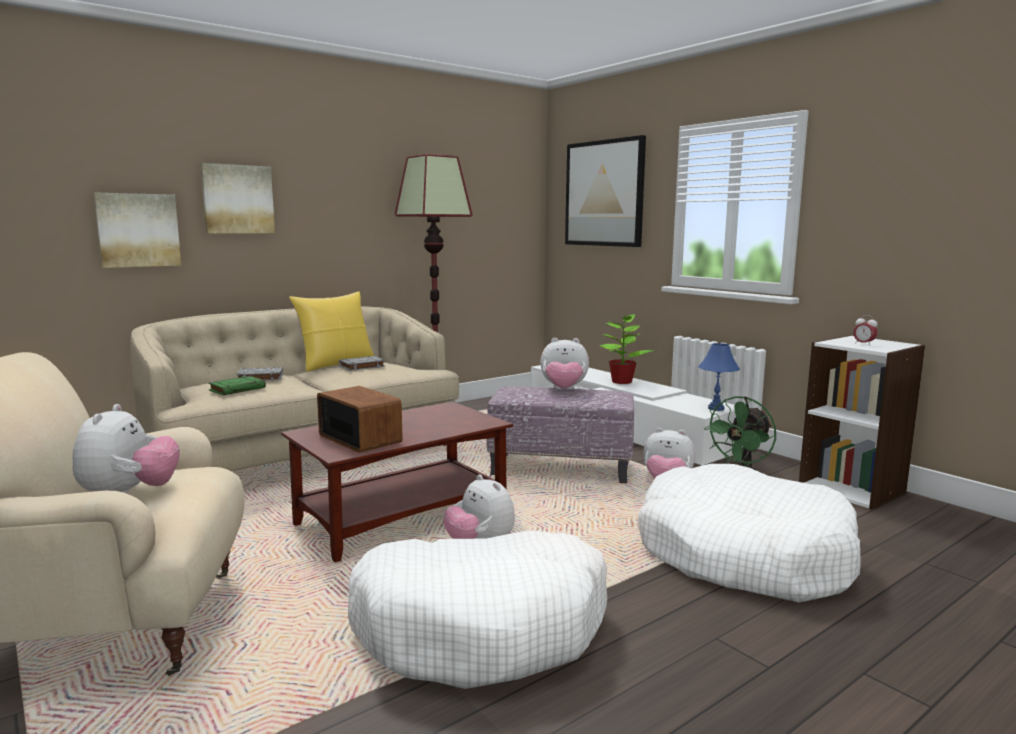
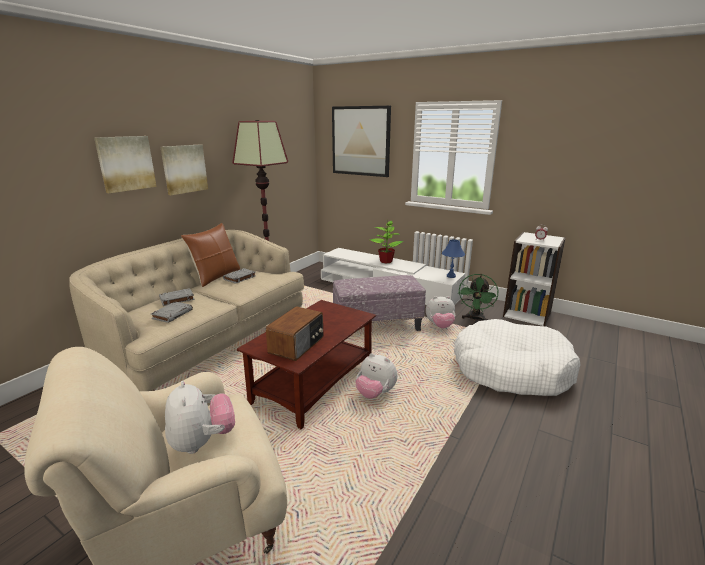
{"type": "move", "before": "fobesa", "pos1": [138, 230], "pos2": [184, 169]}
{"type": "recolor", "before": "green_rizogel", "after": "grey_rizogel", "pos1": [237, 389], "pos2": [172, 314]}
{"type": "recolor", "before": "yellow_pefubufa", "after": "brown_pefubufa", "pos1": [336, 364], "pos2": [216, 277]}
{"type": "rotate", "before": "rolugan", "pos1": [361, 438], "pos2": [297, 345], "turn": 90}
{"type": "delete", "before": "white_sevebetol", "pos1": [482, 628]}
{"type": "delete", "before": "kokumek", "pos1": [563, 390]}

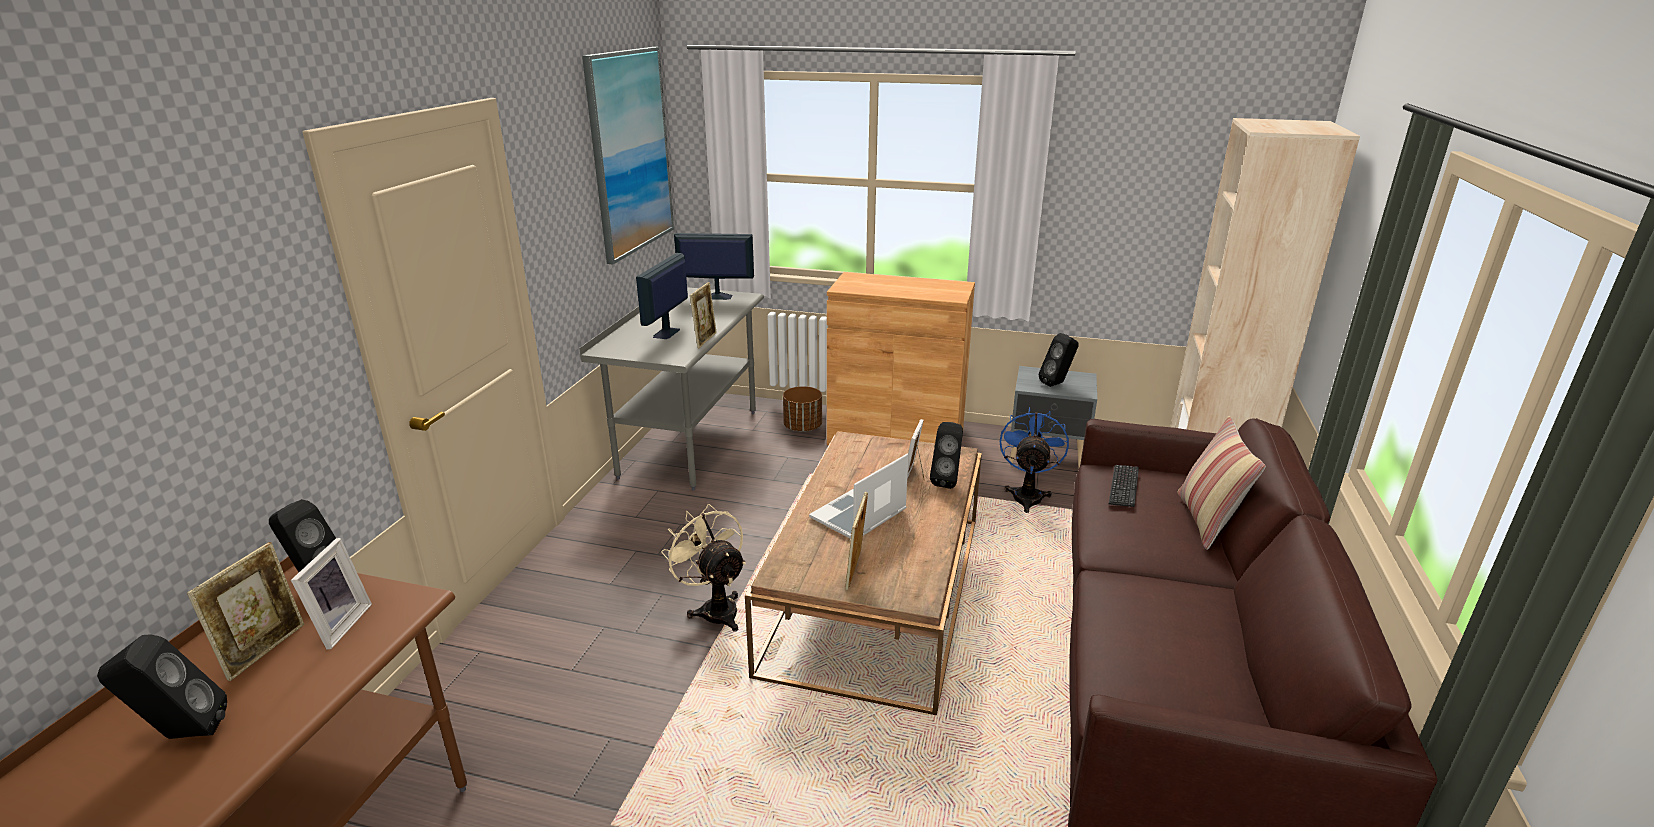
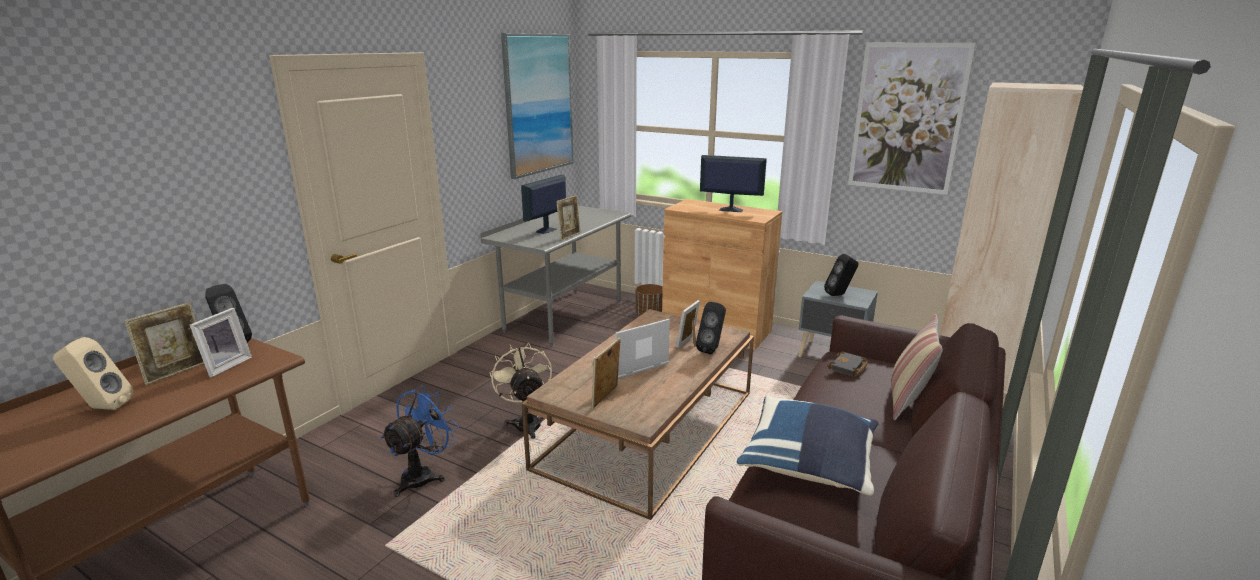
{"type": "recolor", "before": "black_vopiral", "after": "beige_vopiral", "pos1": [182, 734], "pos2": [101, 408]}
{"type": "move", "before": "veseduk", "pos1": [717, 297], "pos2": [730, 210]}
{"type": "move", "before": "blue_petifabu", "pos1": [1027, 495], "pos2": [423, 475]}
{"type": "replace", "before": "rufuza", "after": "black_rizogel", "pos1": [1123, 487], "pos2": [848, 368]}
{"type": "insert", "after": "blue_pefubufa", "pos2": [809, 464]}
{"type": "insert", "after": "fobesa", "pos2": [907, 118]}

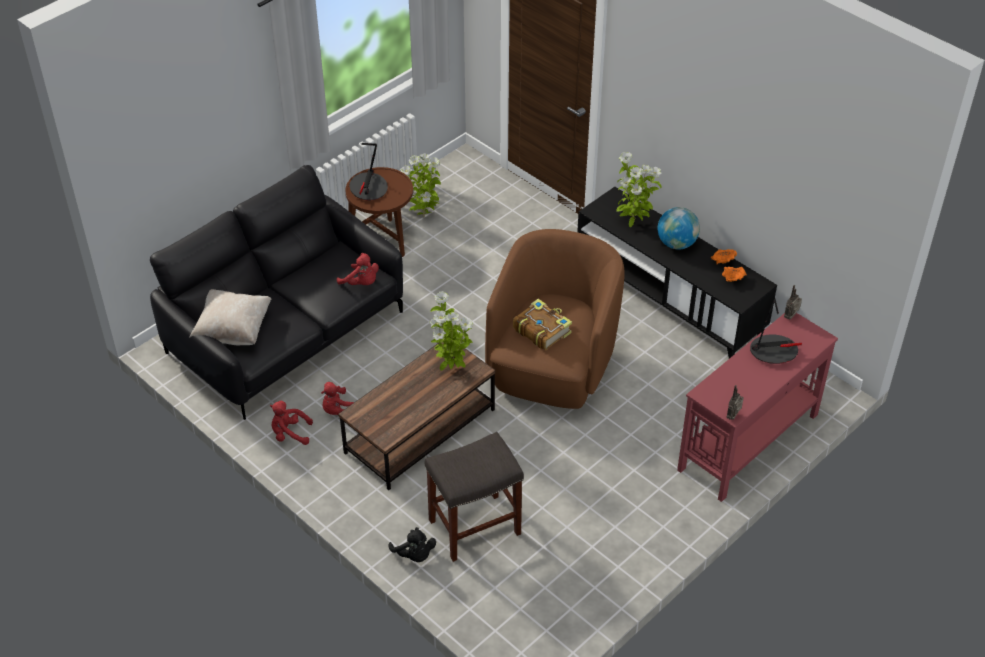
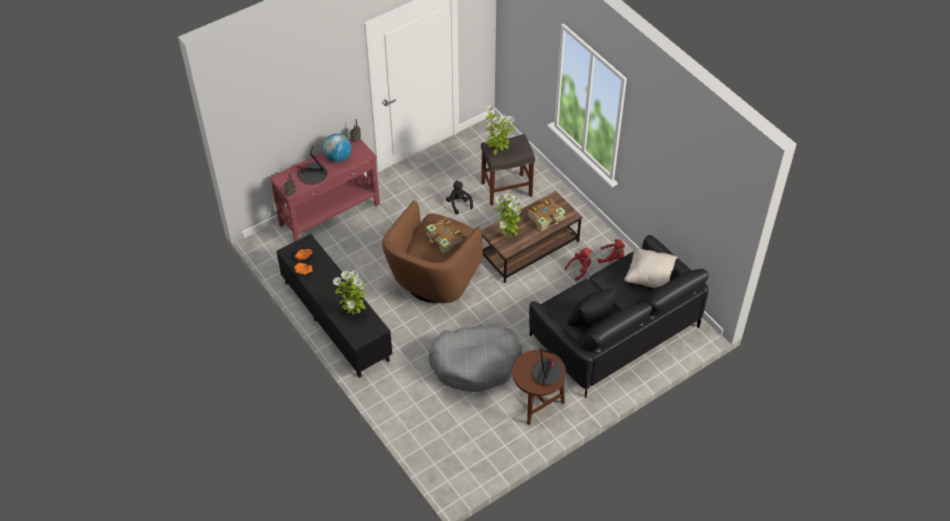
{"type": "delete", "before": "red_kokumek", "pos1": [361, 283]}
{"type": "move", "before": "black_kokumek", "pos1": [414, 555], "pos2": [458, 204]}
{"type": "move", "before": "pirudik", "pos1": [424, 216], "pos2": [497, 151]}
{"type": "move", "before": "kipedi", "pos1": [676, 244], "pos2": [338, 158]}
{"type": "insert", "after": "grey_sevebetol", "pos2": [475, 363]}
{"type": "insert", "after": "rizogel", "pos2": [546, 218]}
{"type": "insert", "after": "black_pefubufa", "pos2": [591, 321]}

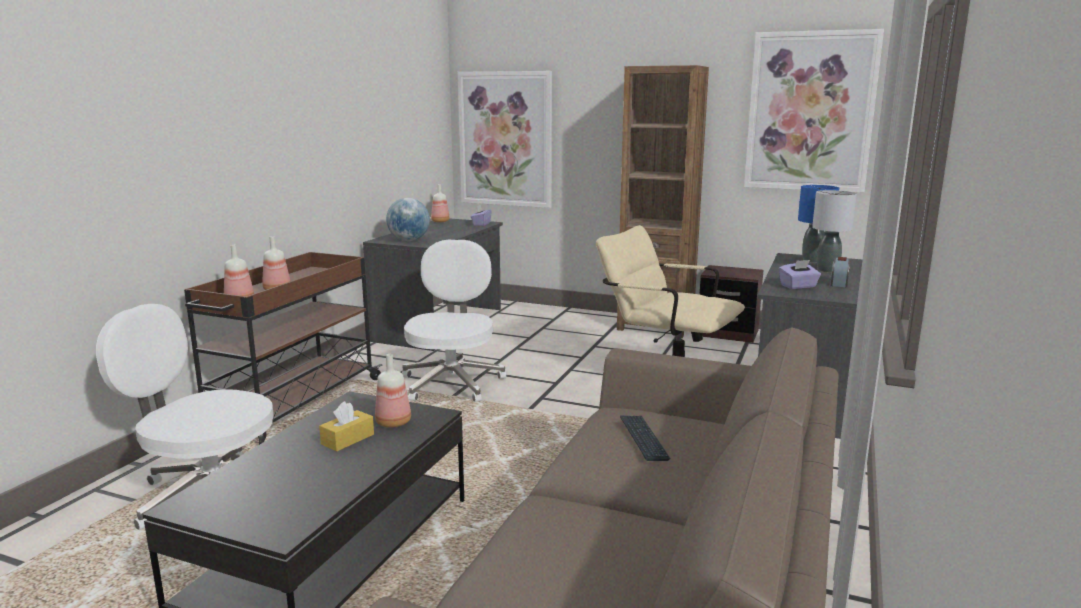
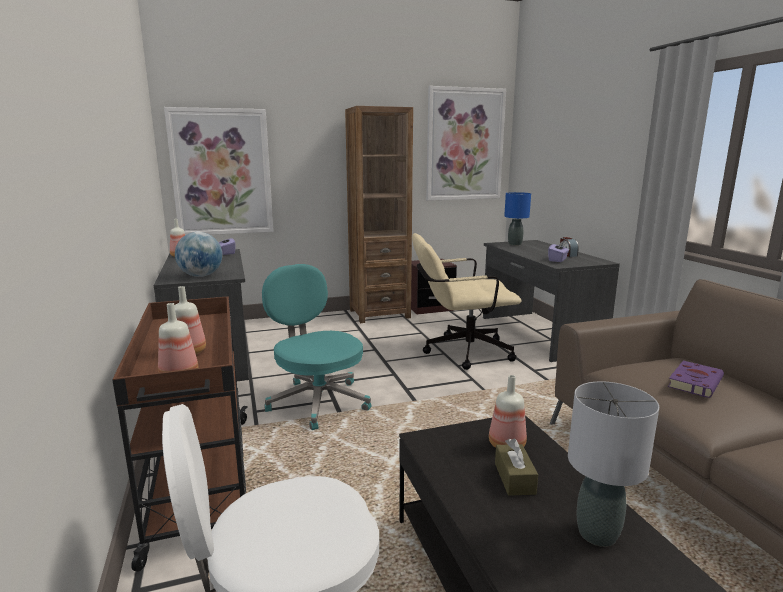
{"type": "recolor", "before": "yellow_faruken", "after": "brown_faruken", "pos1": [347, 439], "pos2": [514, 478]}
{"type": "recolor", "before": "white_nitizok", "after": "turquoise_nitizok", "pos1": [452, 382], "pos2": [317, 401]}
{"type": "replace", "before": "rufuza", "after": "purple_rizogel", "pos1": [643, 438], "pos2": [695, 382]}
{"type": "move", "before": "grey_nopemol", "pos1": [827, 270], "pos2": [596, 533]}

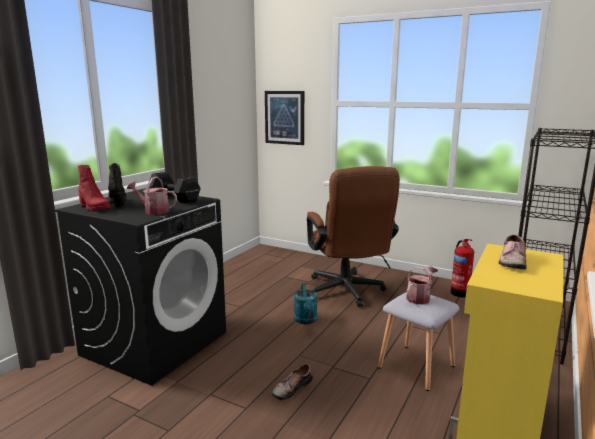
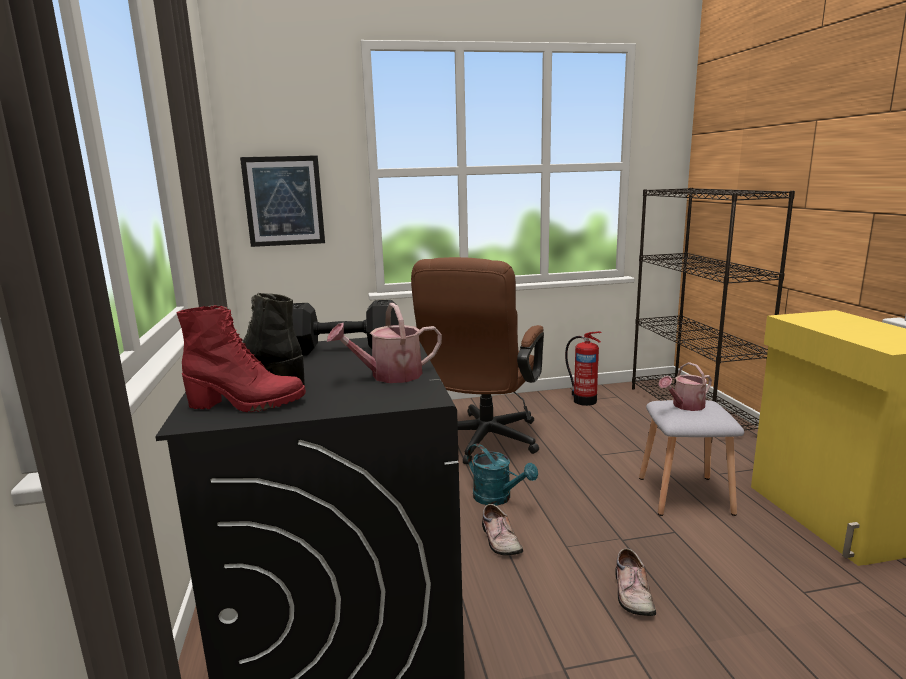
{"type": "rotate", "before": "brown_nitizok", "pos1": [347, 292], "pos2": [482, 443], "turn": 75}
{"type": "rotate", "before": "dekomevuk", "pos1": [419, 298], "pos2": [685, 406], "turn": -120}
{"type": "move", "before": "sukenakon", "pos1": [511, 261], "pos2": [499, 540]}

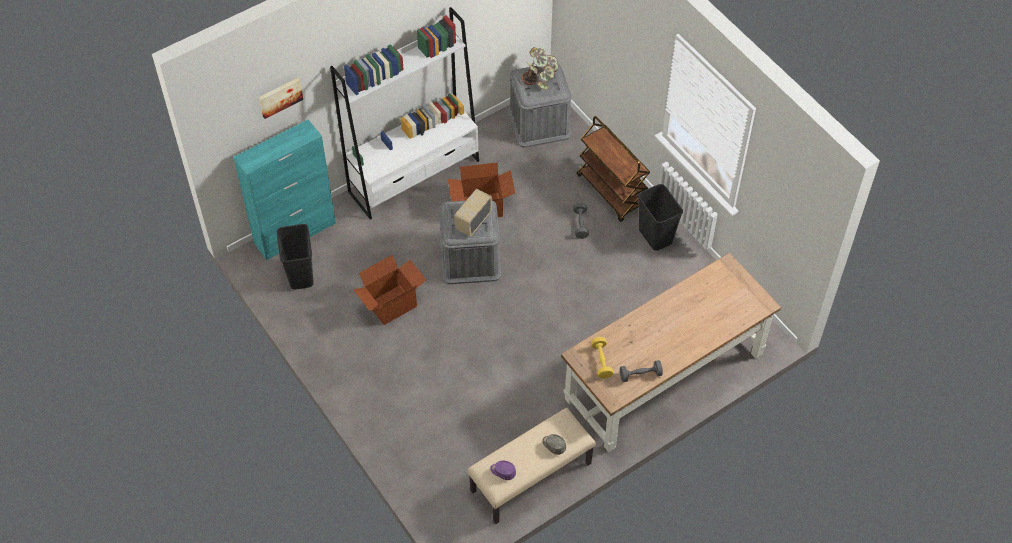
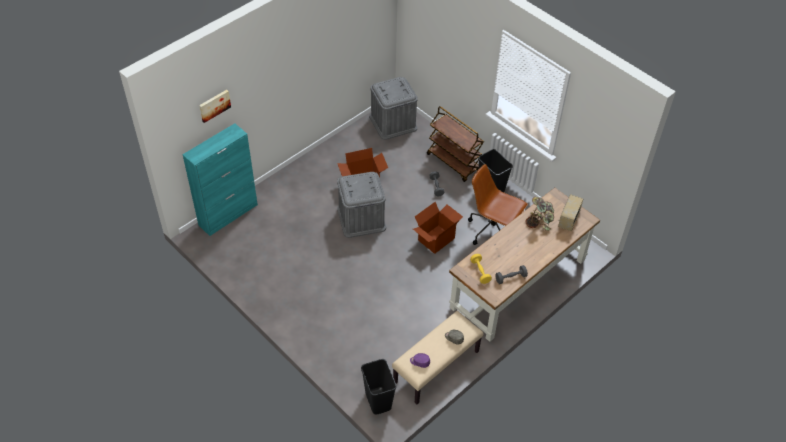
{"type": "move", "before": "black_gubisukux", "pos1": [300, 275], "pos2": [377, 401]}
{"type": "delete", "before": "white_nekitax", "pos1": [414, 176]}
{"type": "move", "before": "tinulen", "pos1": [391, 304], "pos2": [435, 239]}
{"type": "move", "before": "rolugan", "pos1": [473, 221], "pos2": [568, 220]}
{"type": "move", "before": "pirudik", "pos1": [540, 77], "pos2": [540, 220]}
{"type": "insert", "after": "brown_nitizok", "pos2": [493, 231]}

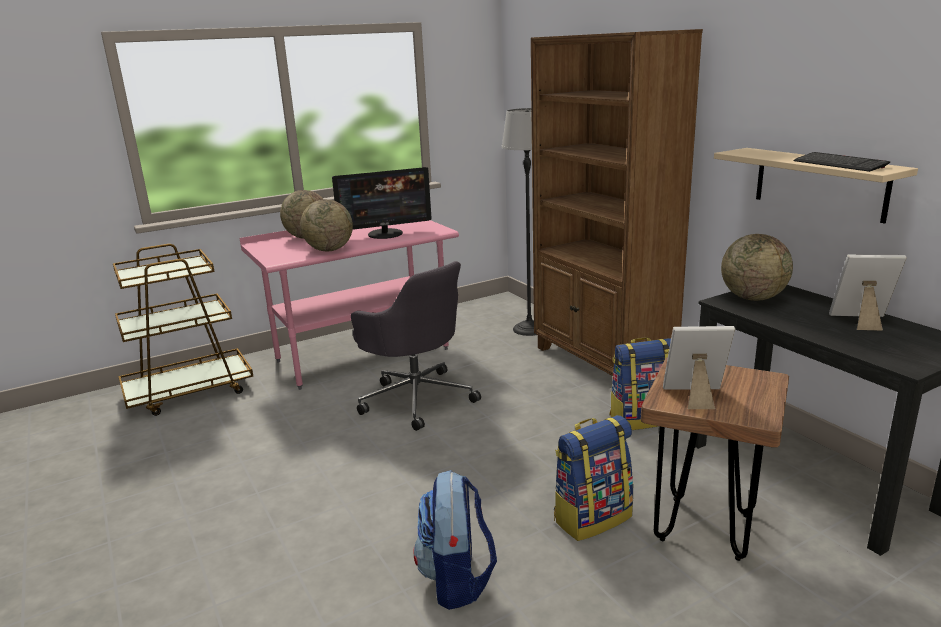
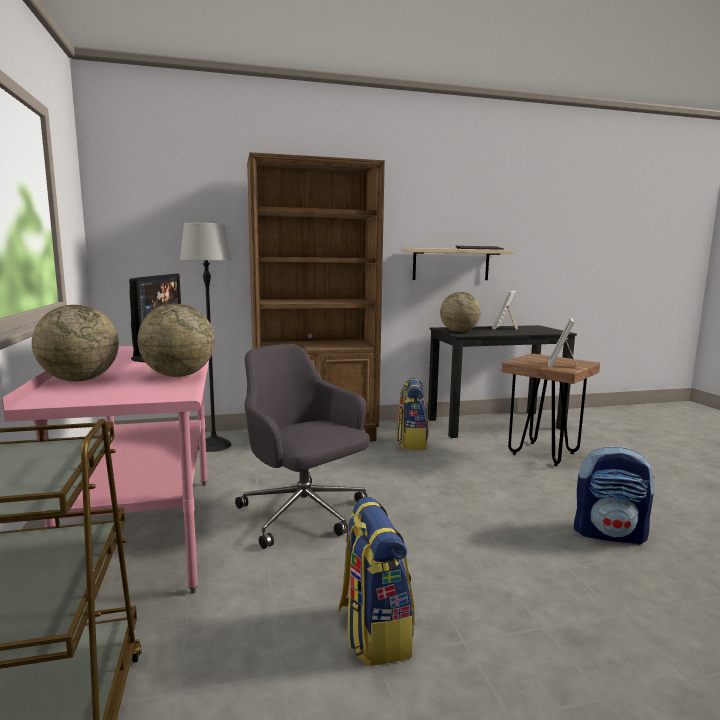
{"type": "rotate", "before": "grey_nitizok", "pos1": [416, 398], "pos2": [304, 514], "turn": -105}
{"type": "move", "before": "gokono", "pos1": [592, 517], "pos2": [373, 632]}

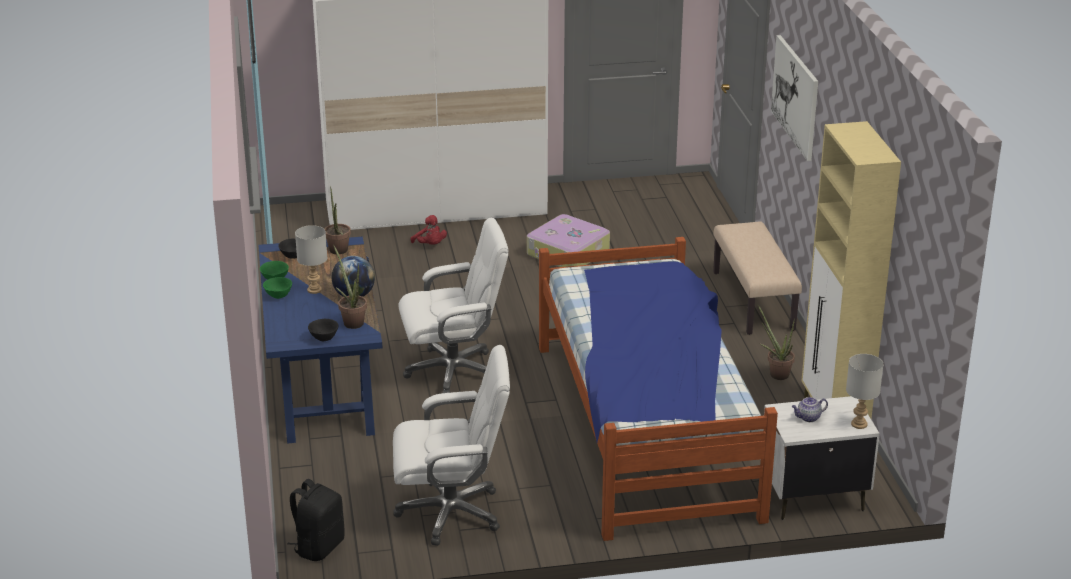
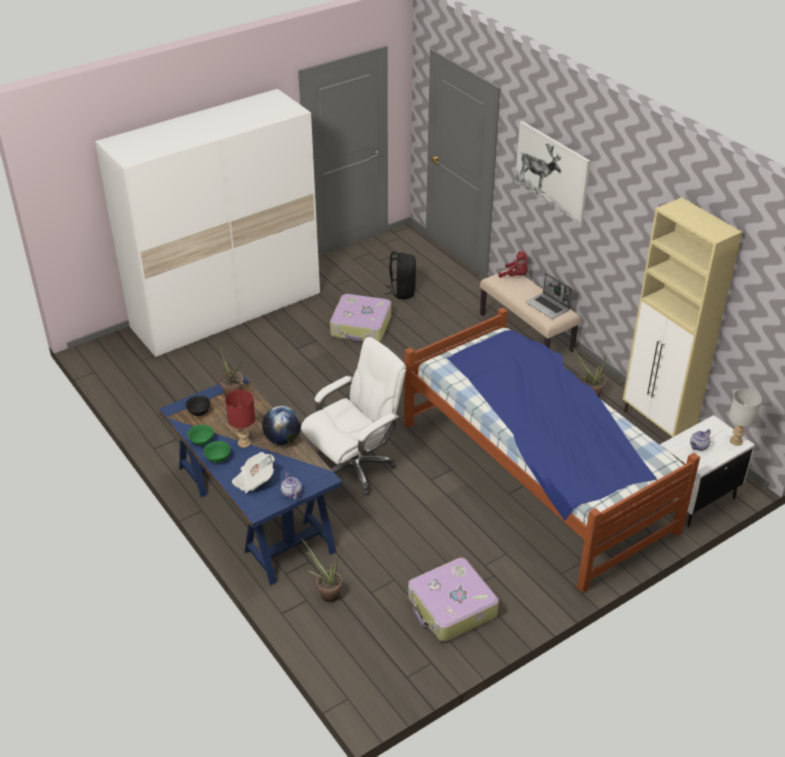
{"type": "move", "before": "black_gokono", "pos1": [318, 547], "pos2": [402, 291]}
{"type": "recolor", "before": "grey_nopemol", "after": "red_nopemol", "pos1": [314, 290], "pos2": [243, 443]}
{"type": "replace", "before": "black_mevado", "after": "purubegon", "pos1": [323, 339], "pos2": [291, 493]}
{"type": "move", "before": "pirudik", "pos1": [351, 321], "pos2": [326, 593]}
{"type": "replace", "before": "white_nitizok", "after": "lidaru", "pos1": [452, 512], "pos2": [451, 608]}
{"type": "move", "before": "red_kokumek", "pos1": [430, 245], "pos2": [515, 276]}
{"type": "insert", "after": "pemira", "pos2": [254, 480]}
{"type": "insert", "after": "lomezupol", "pos2": [548, 306]}

